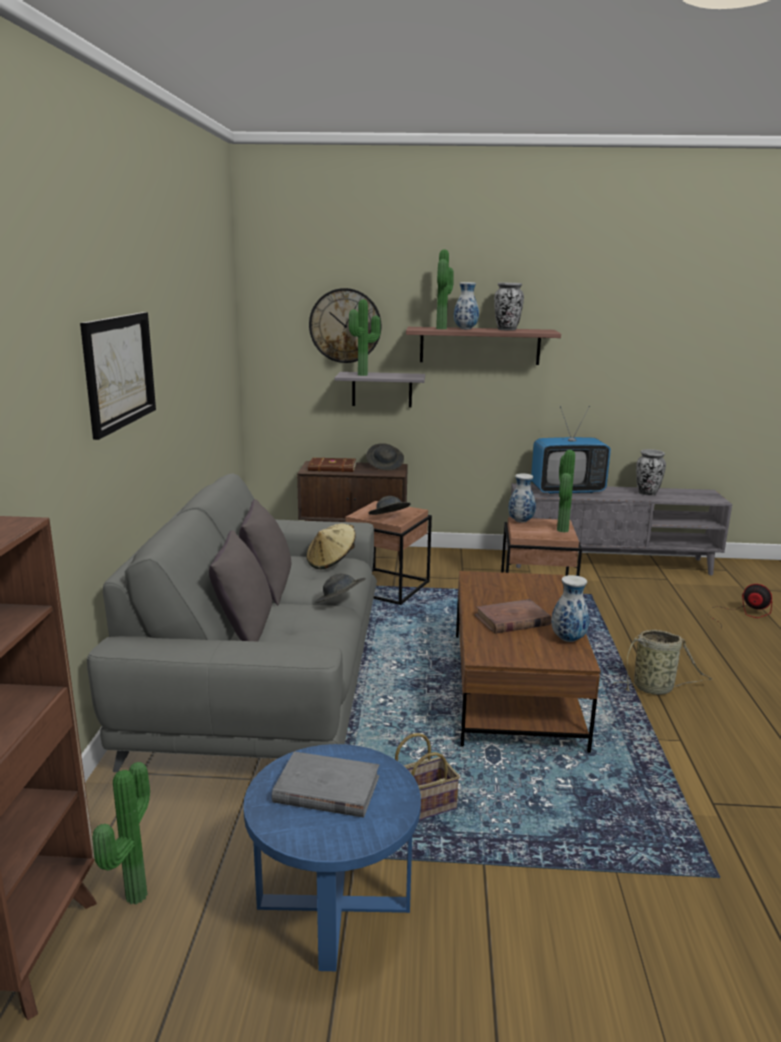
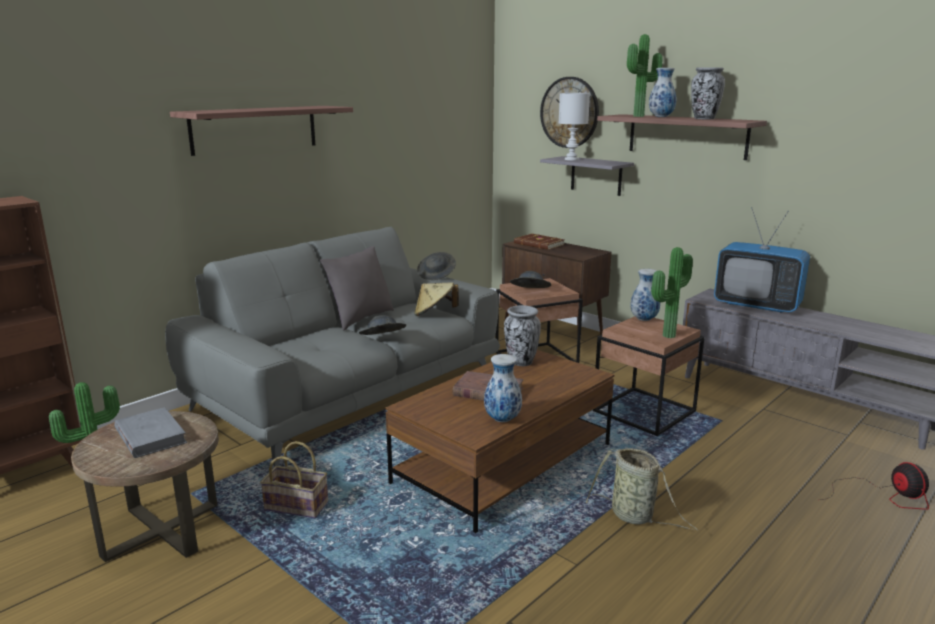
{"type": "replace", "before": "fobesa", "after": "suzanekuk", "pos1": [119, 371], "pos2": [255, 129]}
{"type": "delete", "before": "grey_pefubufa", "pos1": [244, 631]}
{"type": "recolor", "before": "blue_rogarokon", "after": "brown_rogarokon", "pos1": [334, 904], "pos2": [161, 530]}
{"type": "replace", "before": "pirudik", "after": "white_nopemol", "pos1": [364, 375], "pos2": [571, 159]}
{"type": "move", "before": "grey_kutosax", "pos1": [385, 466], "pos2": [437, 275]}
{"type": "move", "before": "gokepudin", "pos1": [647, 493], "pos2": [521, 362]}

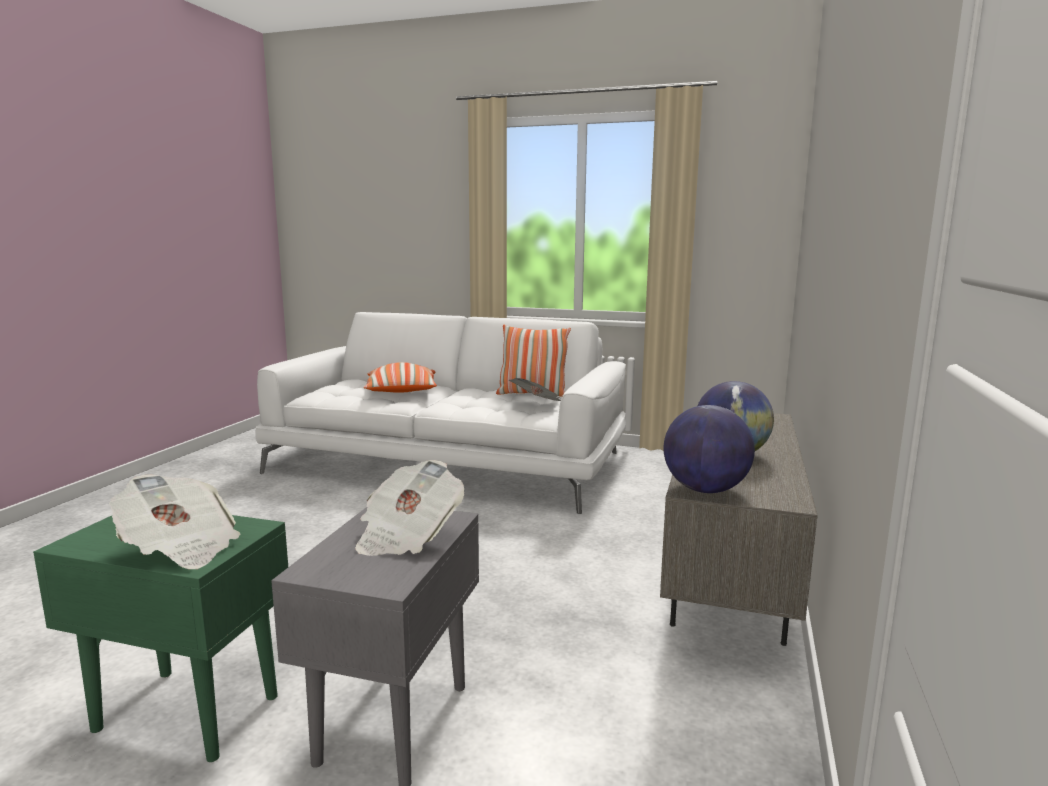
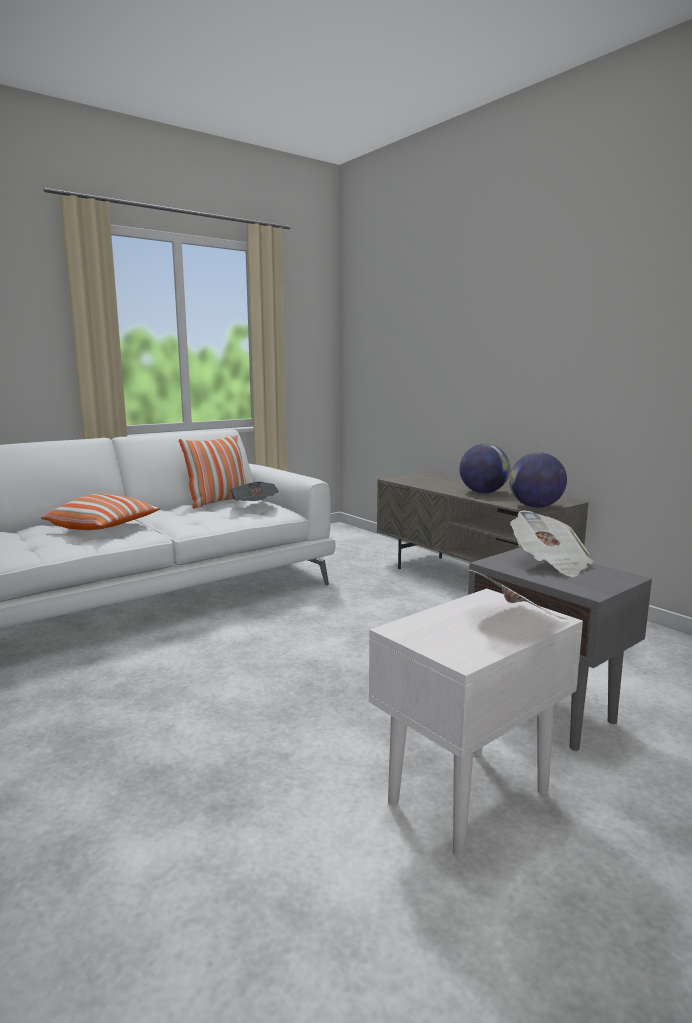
{"type": "recolor", "before": "green_rogarokon", "after": "white_rogarokon", "pos1": [186, 713], "pos2": [467, 799]}

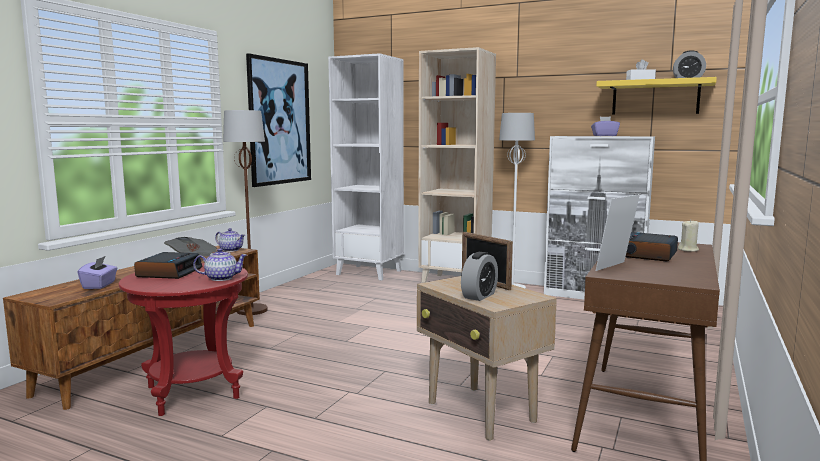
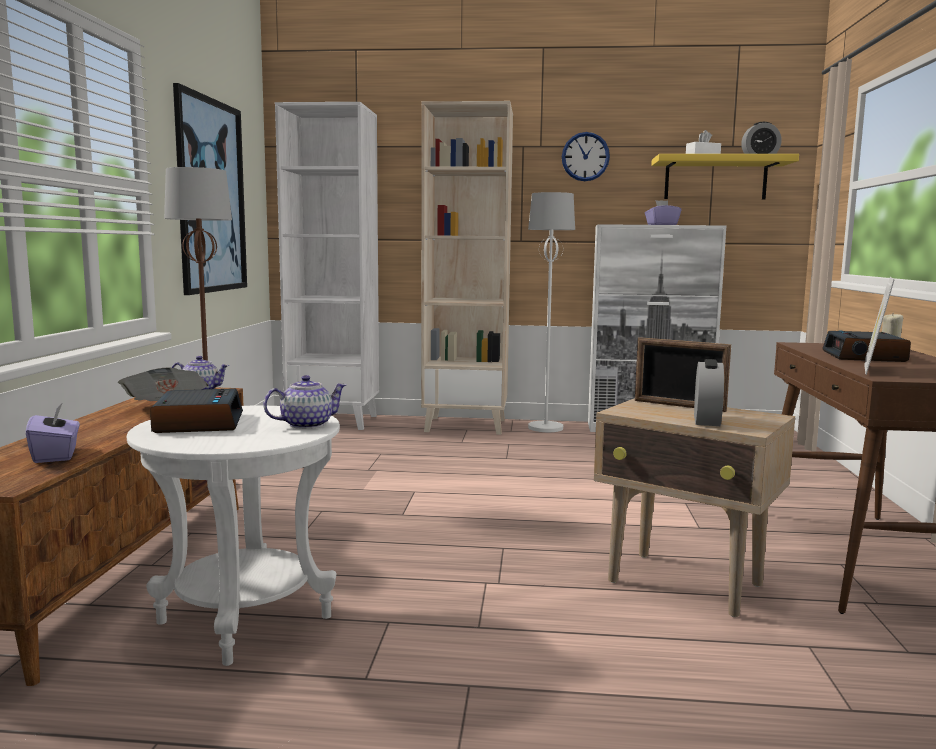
{"type": "recolor", "before": "red_rogarokon", "after": "white_rogarokon", "pos1": [193, 392], "pos2": [245, 619]}
{"type": "insert", "after": "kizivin", "pos2": [585, 156]}

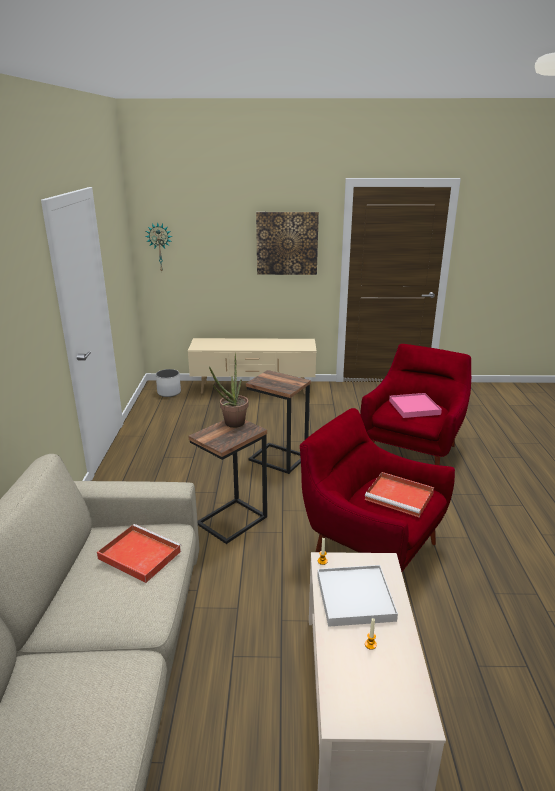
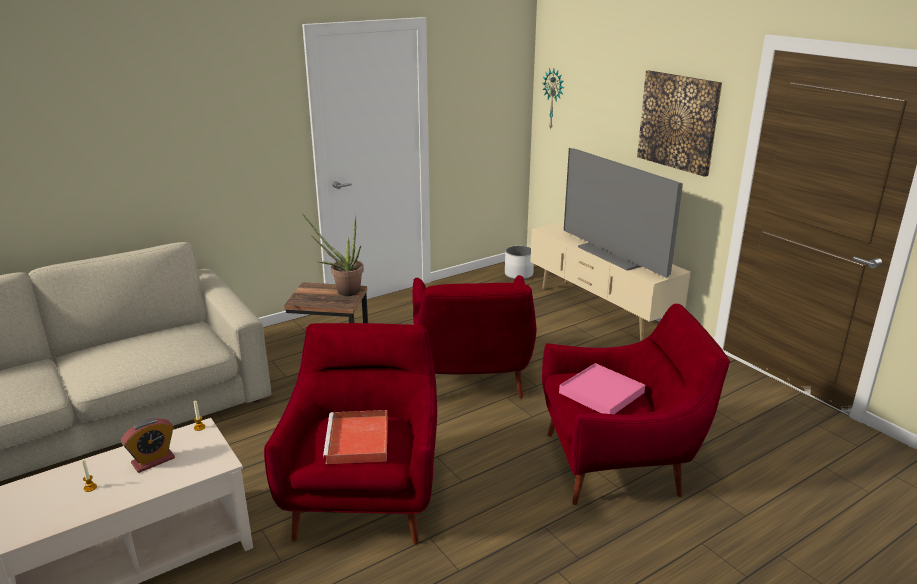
{"type": "delete", "before": "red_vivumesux", "pos1": [138, 555]}
{"type": "replace", "before": "rogarokon", "after": "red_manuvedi", "pos1": [278, 459], "pos2": [471, 379]}
{"type": "replace", "before": "white_vivumesux", "after": "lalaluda", "pos1": [355, 597], "pos2": [153, 461]}
{"type": "insert", "after": "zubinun", "pos2": [615, 255]}

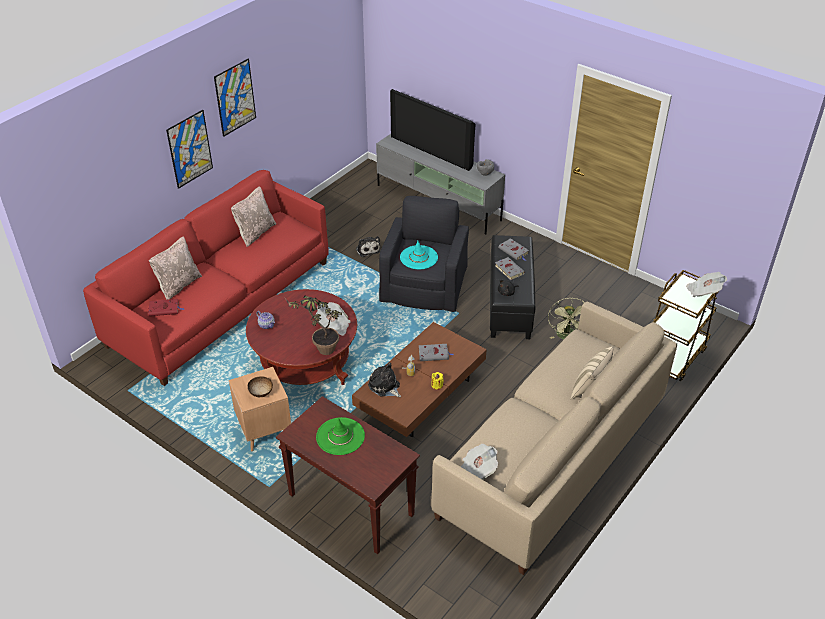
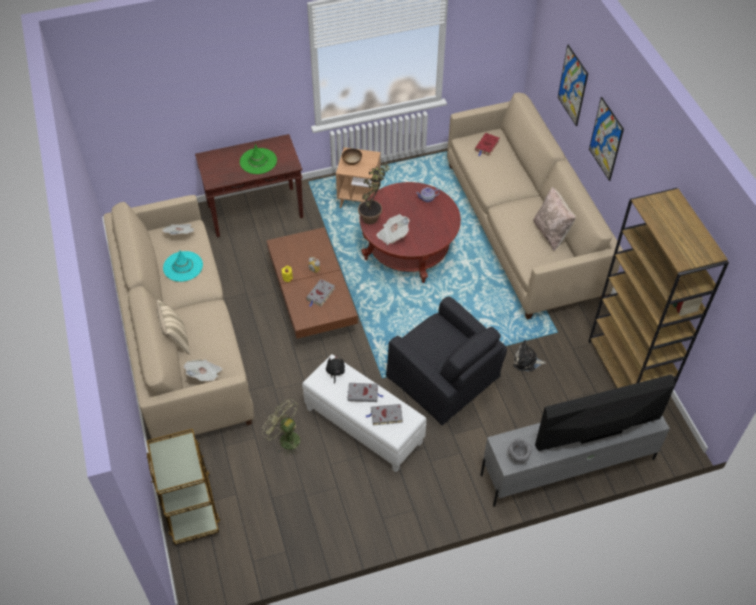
{"type": "recolor", "before": "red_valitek", "after": "beige_valitek", "pos1": [220, 303], "pos2": [523, 229]}
{"type": "delete", "before": "beige_pefubufa", "pos1": [178, 285]}
{"type": "move", "before": "fobesa", "pos1": [235, 97], "pos2": [572, 85]}
{"type": "delete", "before": "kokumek", "pos1": [385, 387]}
{"type": "move", "before": "turquoise_kutosax", "pos1": [419, 257], "pos2": [183, 266]}
{"type": "recolor", "before": "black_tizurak", "after": "white_tizurak", "pos1": [509, 302], "pos2": [364, 425]}
{"type": "move", "before": "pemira", "pos1": [704, 291], "pos2": [205, 375]}
{"type": "insert", "after": "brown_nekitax", "pos2": [628, 370]}

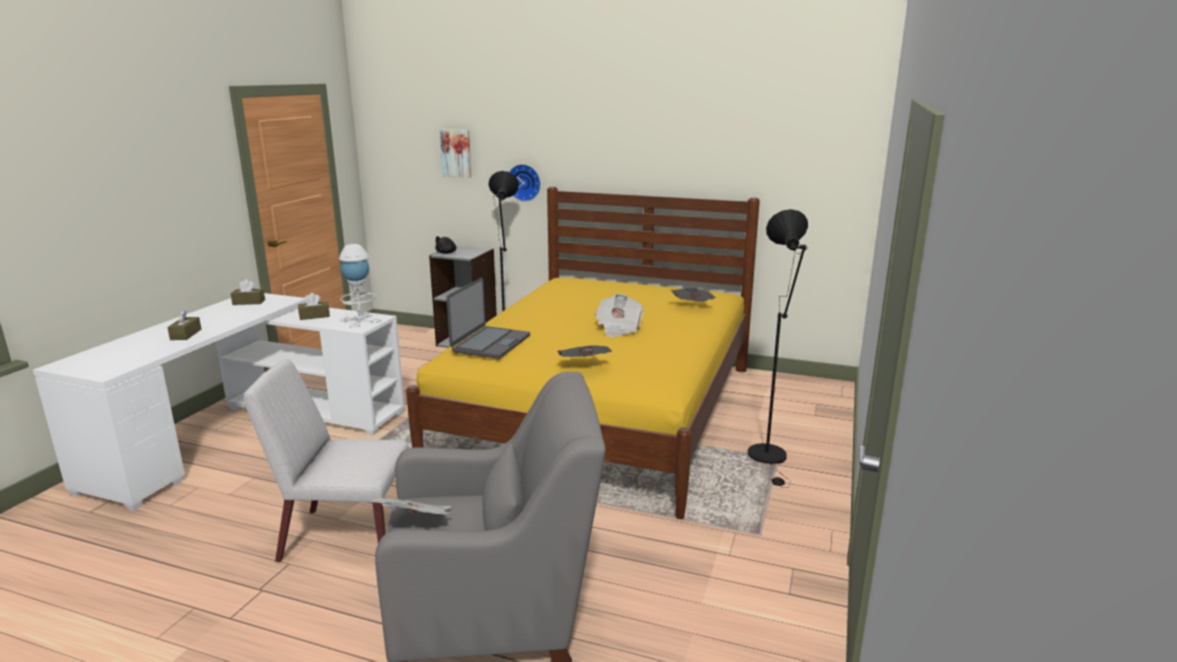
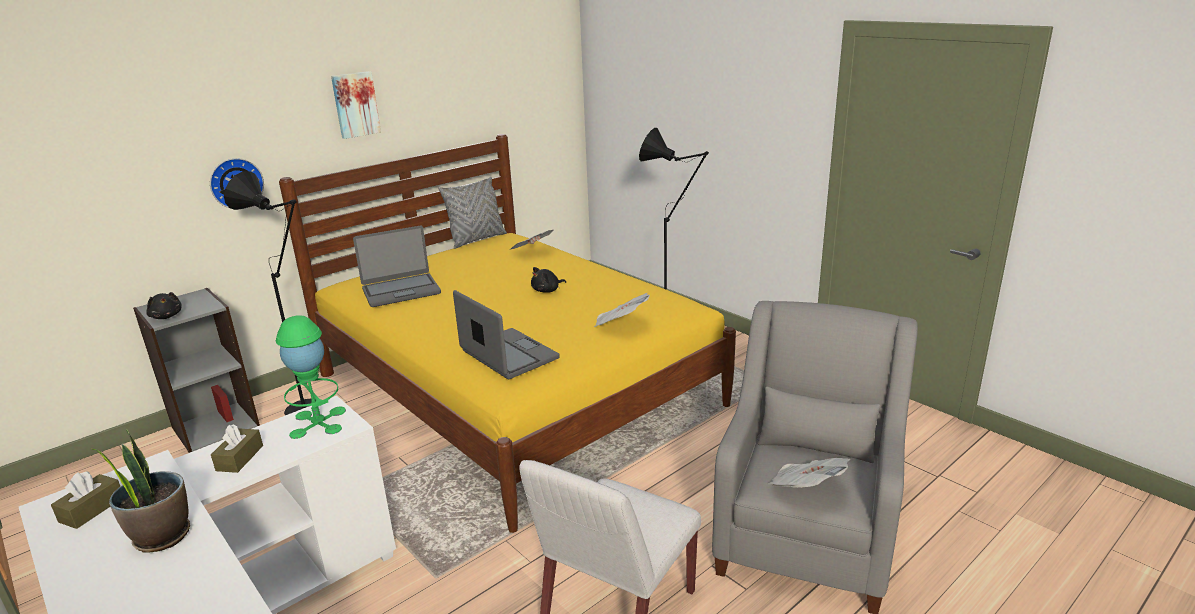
{"type": "delete", "before": "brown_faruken", "pos1": [186, 334]}
{"type": "recolor", "before": "white_nopemol", "after": "green_nopemol", "pos1": [360, 320], "pos2": [318, 422]}
{"type": "move", "before": "fobesa", "pos1": [456, 153], "pos2": [355, 104]}
{"type": "replace", "before": "pemira", "after": "black_kokumek", "pos1": [618, 329], "pos2": [547, 290]}
{"type": "insert", "after": "pirudik", "pos2": [162, 536]}
{"type": "insert", "after": "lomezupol", "pos2": [401, 291]}
{"type": "insert", "after": "grey_pefubufa", "pos2": [477, 239]}

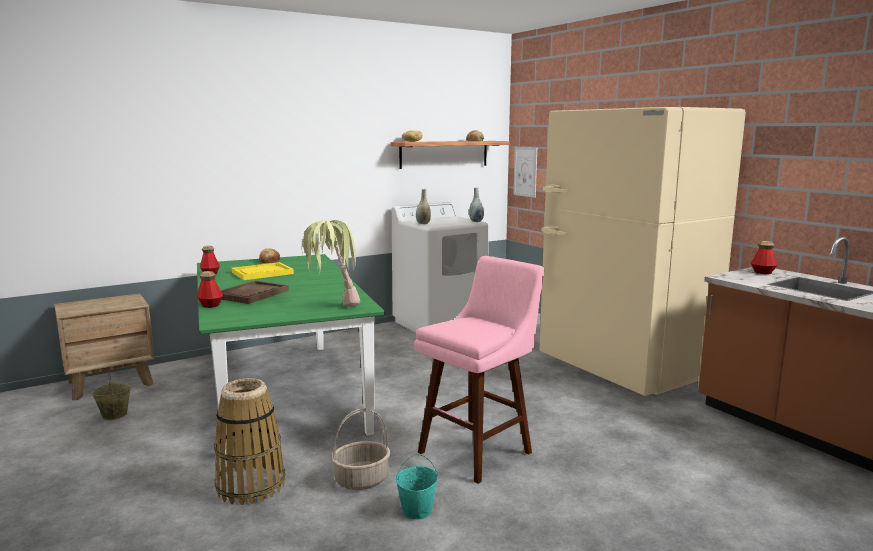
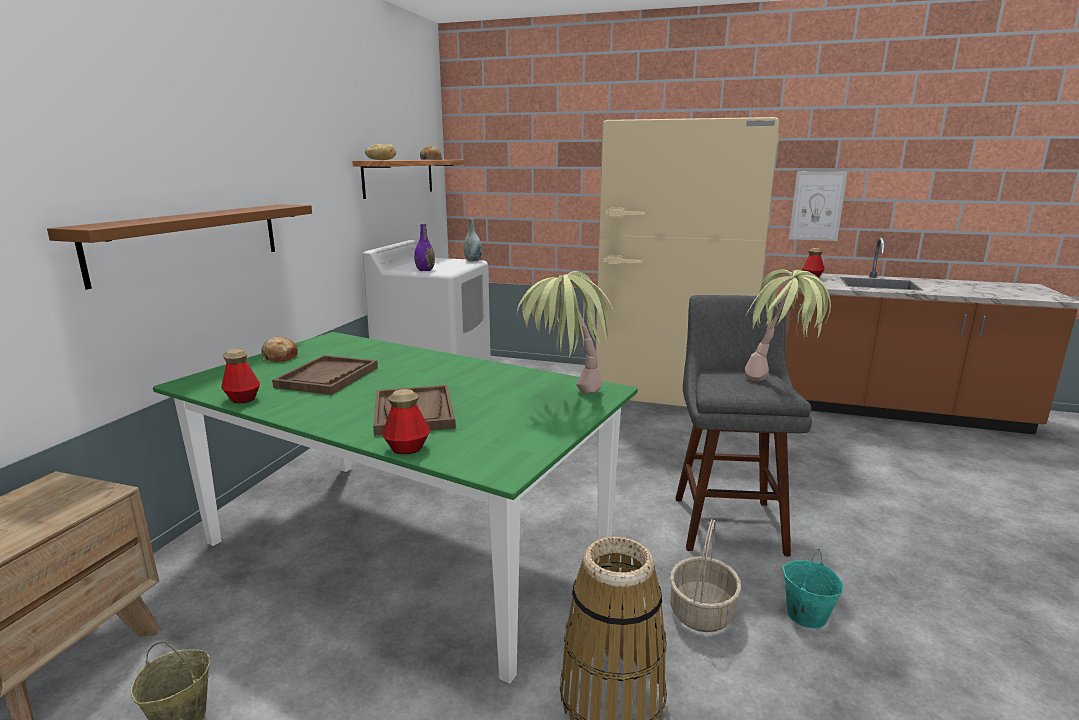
{"type": "recolor", "before": "yellow_vivumesux", "after": "brown_vivumesux", "pos1": [262, 273], "pos2": [327, 377]}
{"type": "recolor", "before": "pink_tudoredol", "after": "grey_tudoredol", "pos1": [479, 450], "pos2": [727, 521]}
{"type": "recolor", "before": "grey_gokepudin", "after": "purple_gokepudin", "pos1": [423, 223], "pos2": [425, 270]}
{"type": "move", "before": "fobesa", "pos1": [525, 171], "pos2": [817, 206]}
{"type": "insert", "after": "brown_suzanekuk", "pos2": [190, 240]}
{"type": "insert", "after": "pirudik", "pos2": [779, 387]}

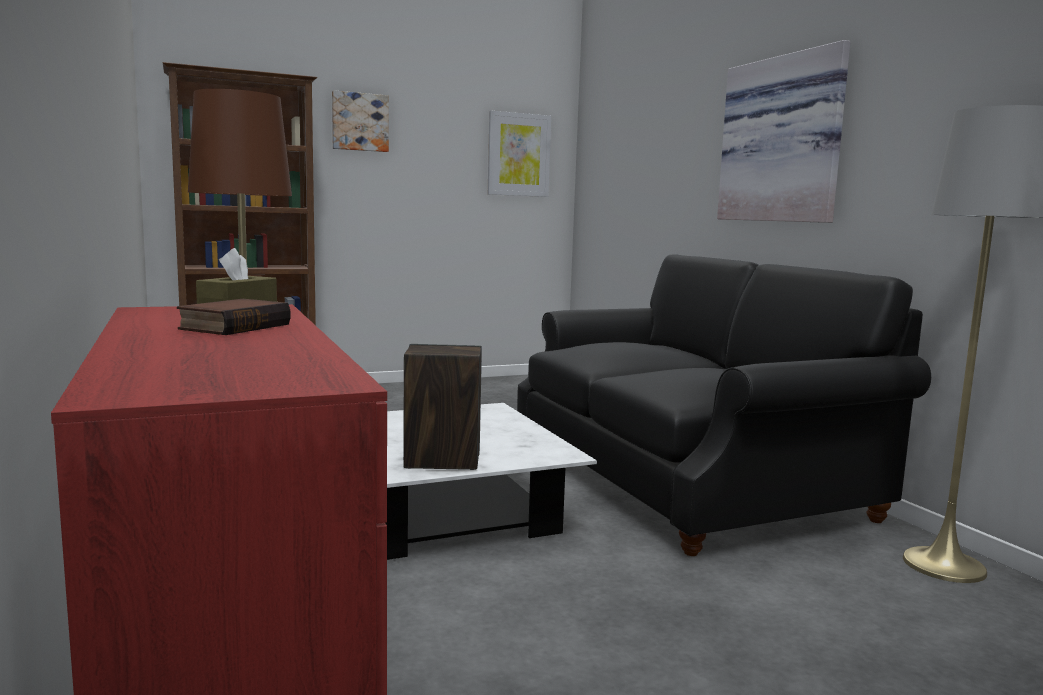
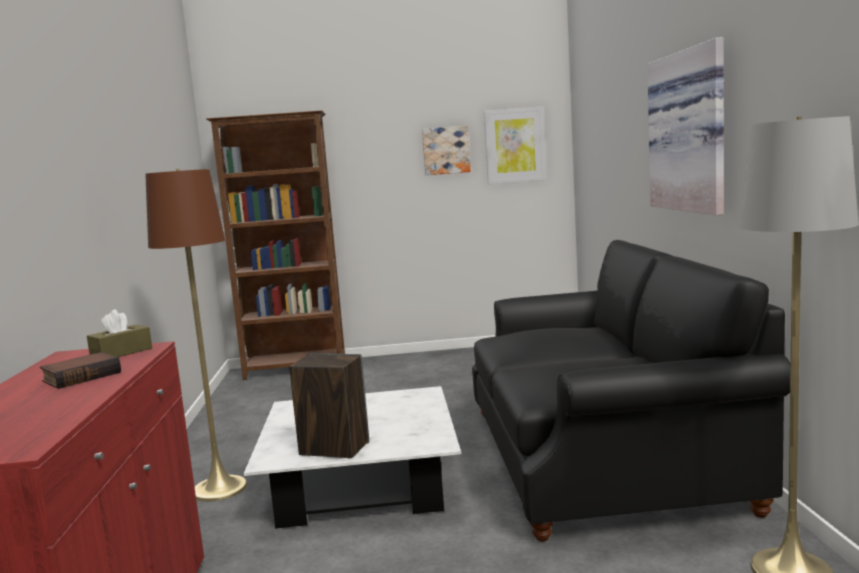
{"type": "move", "before": "fobesa", "pos1": [360, 122], "pos2": [446, 150]}

